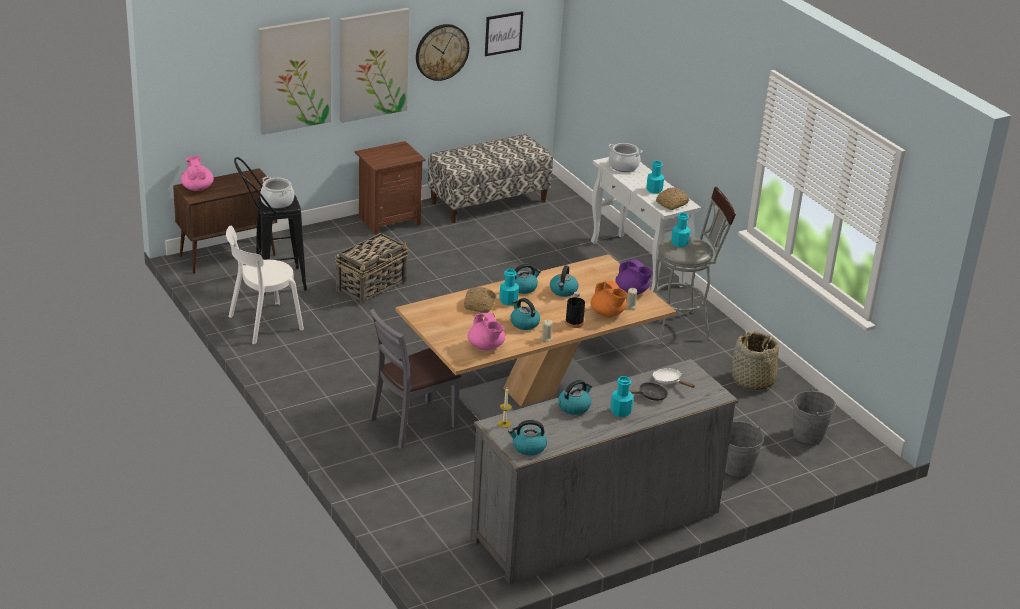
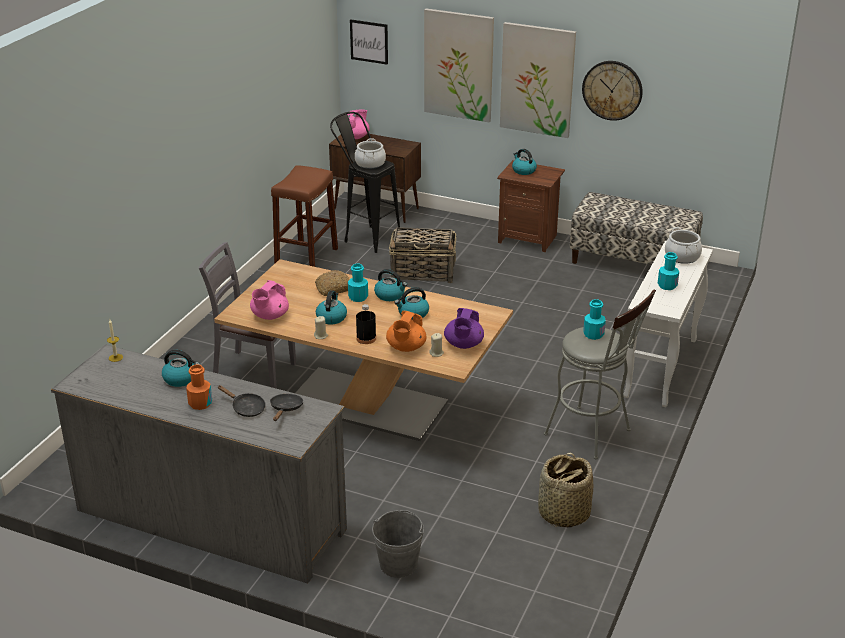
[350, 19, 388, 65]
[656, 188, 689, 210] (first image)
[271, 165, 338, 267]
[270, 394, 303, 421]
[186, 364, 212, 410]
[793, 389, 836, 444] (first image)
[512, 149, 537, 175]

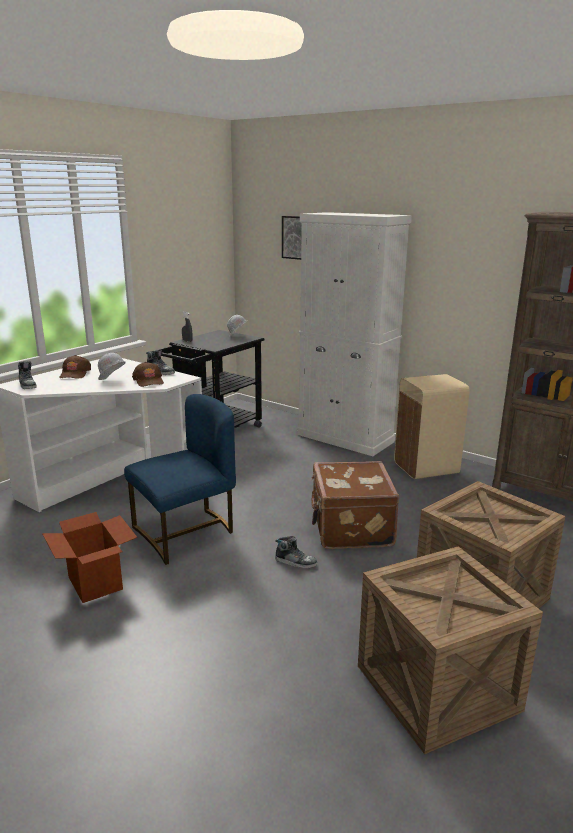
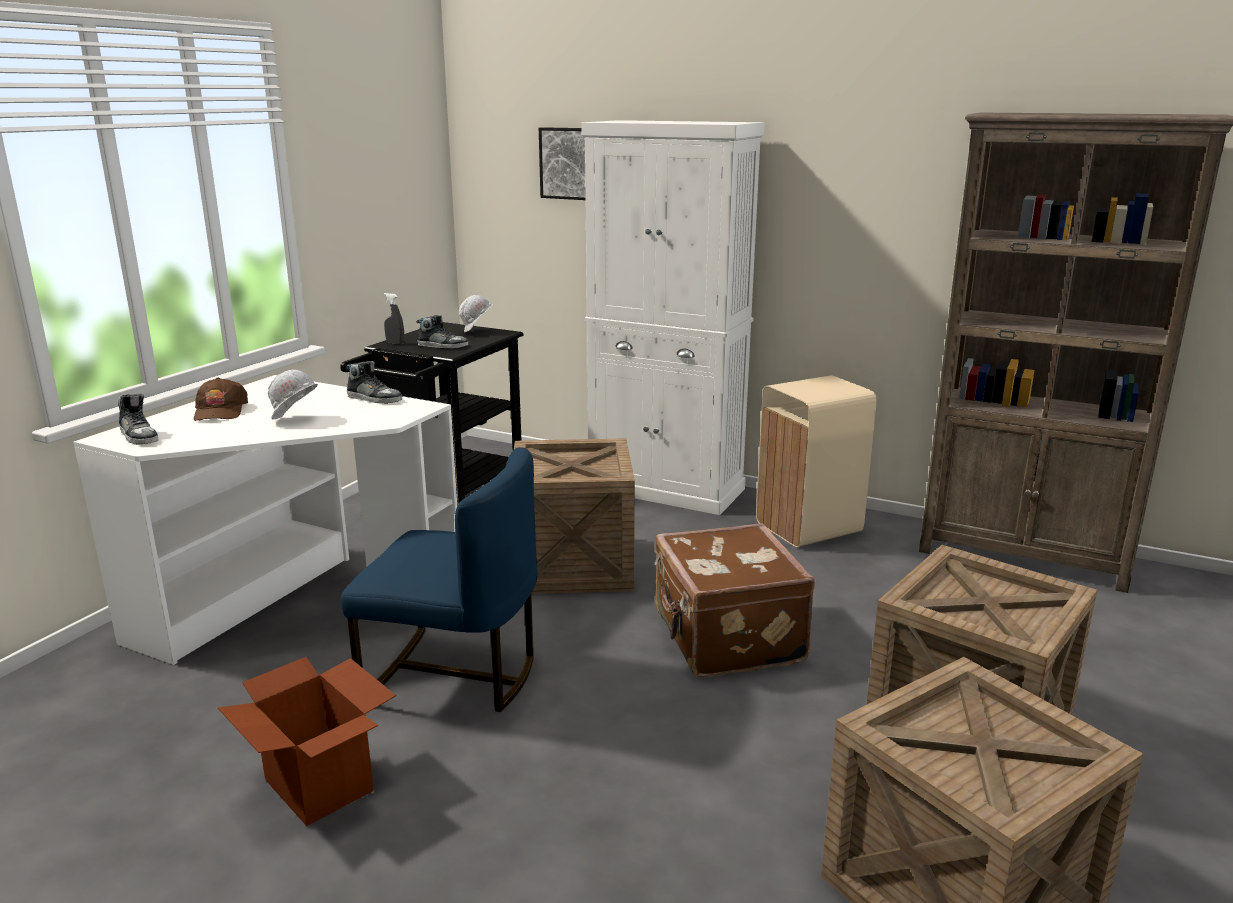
[132, 362, 164, 387] (first image)
[341, 447, 538, 712]
[417, 315, 469, 348]
[514, 438, 635, 594]

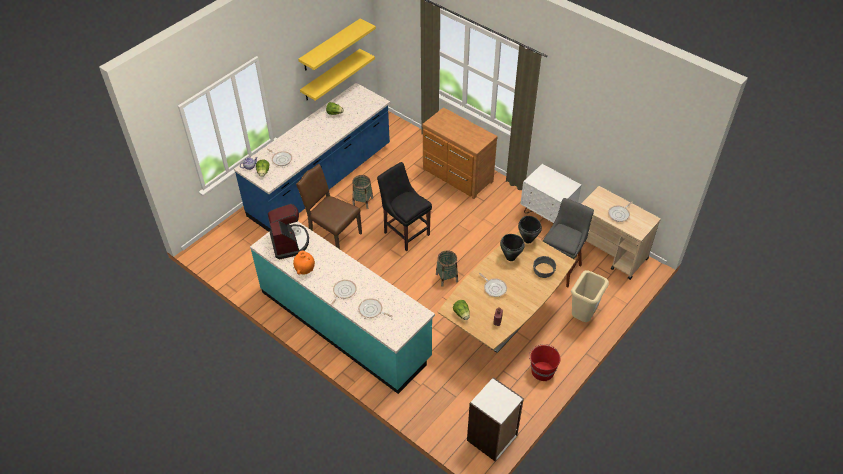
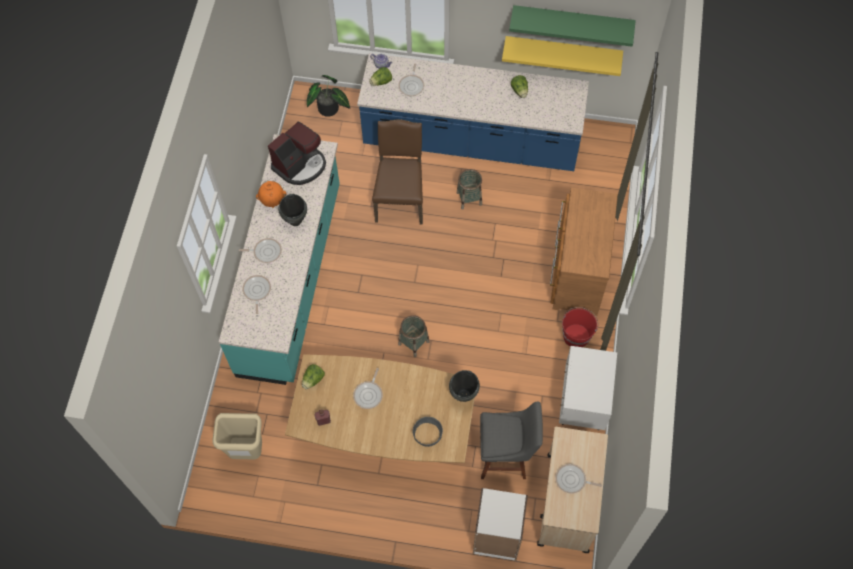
[509, 5, 636, 47]
[377, 162, 432, 251] (first image)
[278, 194, 307, 226]
[213, 413, 262, 459]
[562, 307, 598, 347]
[473, 488, 528, 561]
[307, 75, 350, 117]

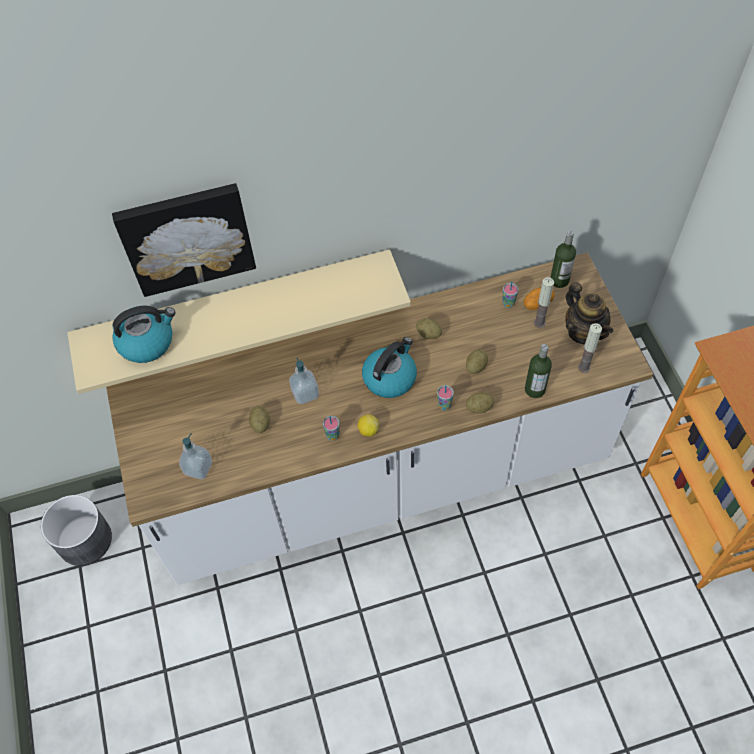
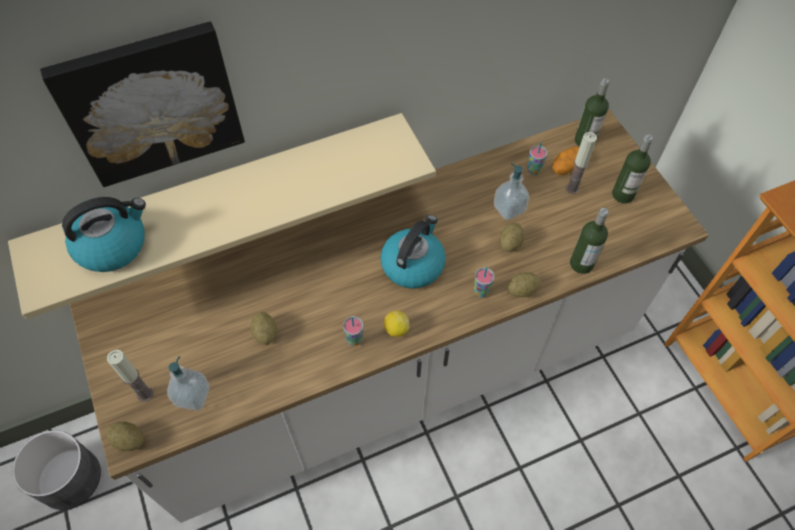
[612, 135, 653, 203]
[106, 422, 144, 451]
[107, 350, 153, 402]
[494, 163, 529, 220]

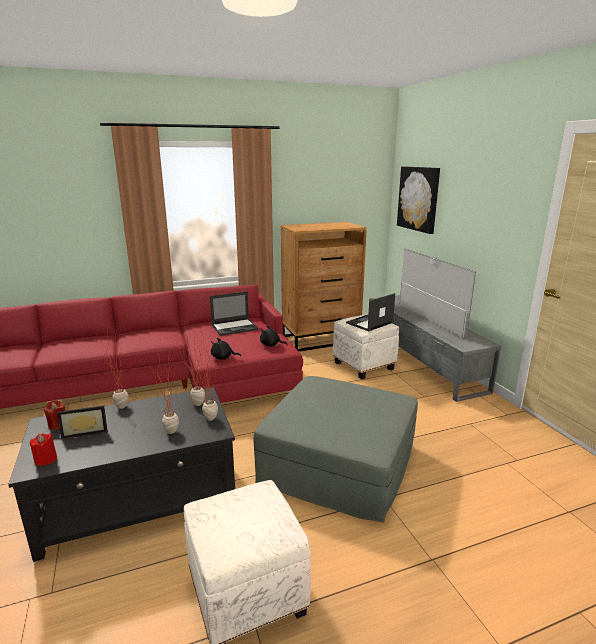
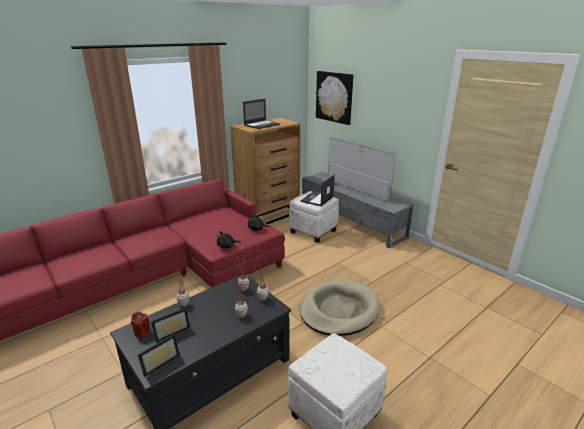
[243, 99, 280, 129]
[300, 279, 380, 336]
[138, 334, 180, 377]

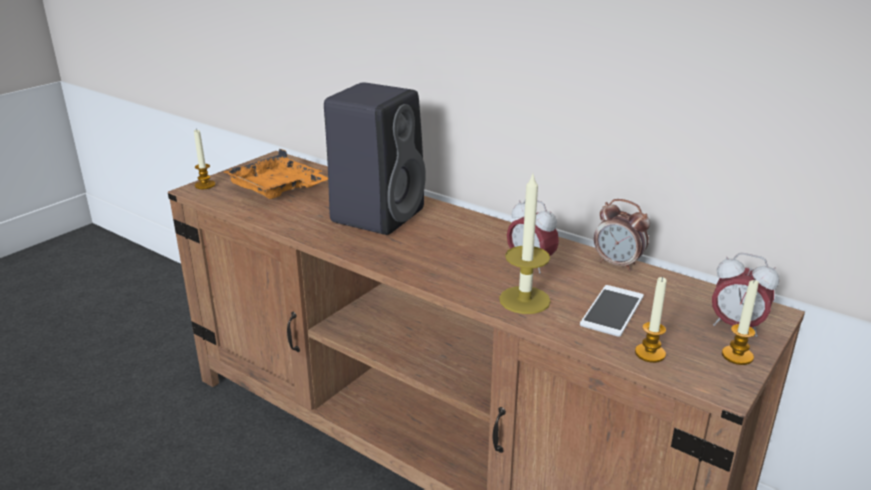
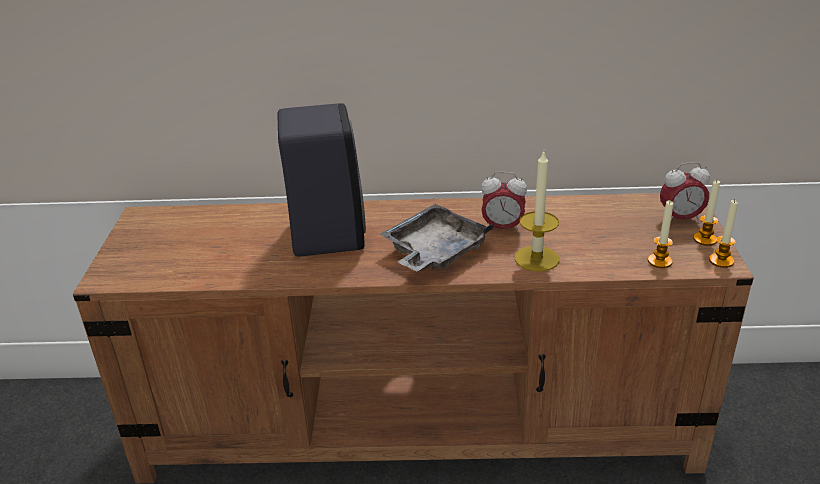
[709, 200, 738, 268]
[222, 148, 328, 199] (first image)
[594, 199, 650, 272] (first image)
[580, 285, 644, 337] (first image)
[380, 204, 494, 272]

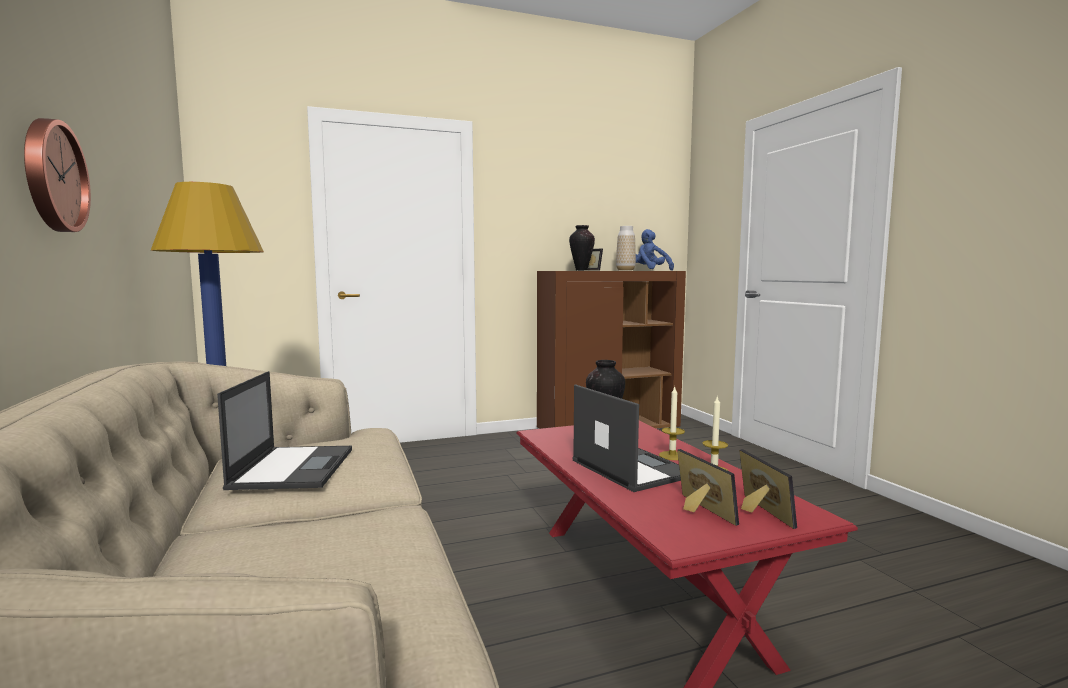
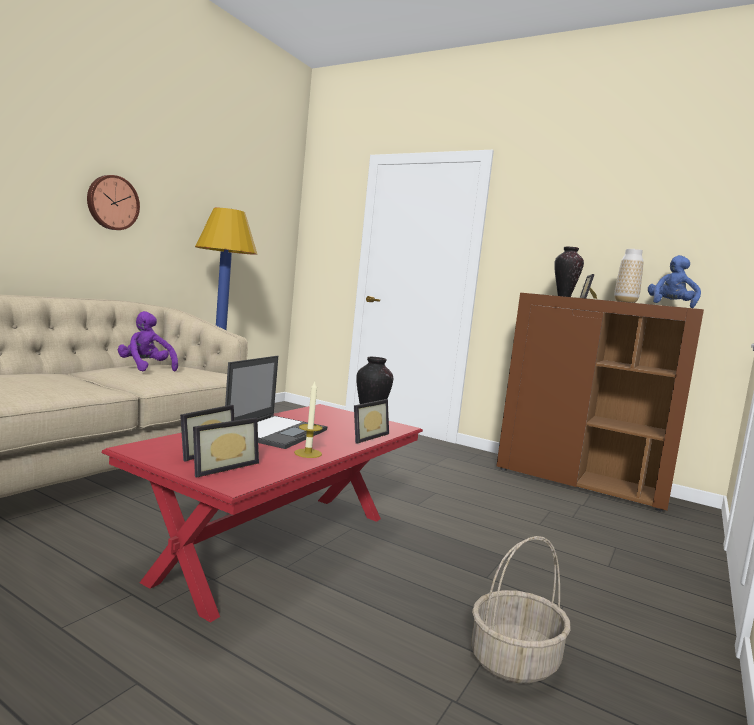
[118, 311, 178, 372]
[659, 387, 685, 460] (first image)
[354, 399, 389, 444]
[471, 536, 571, 683]

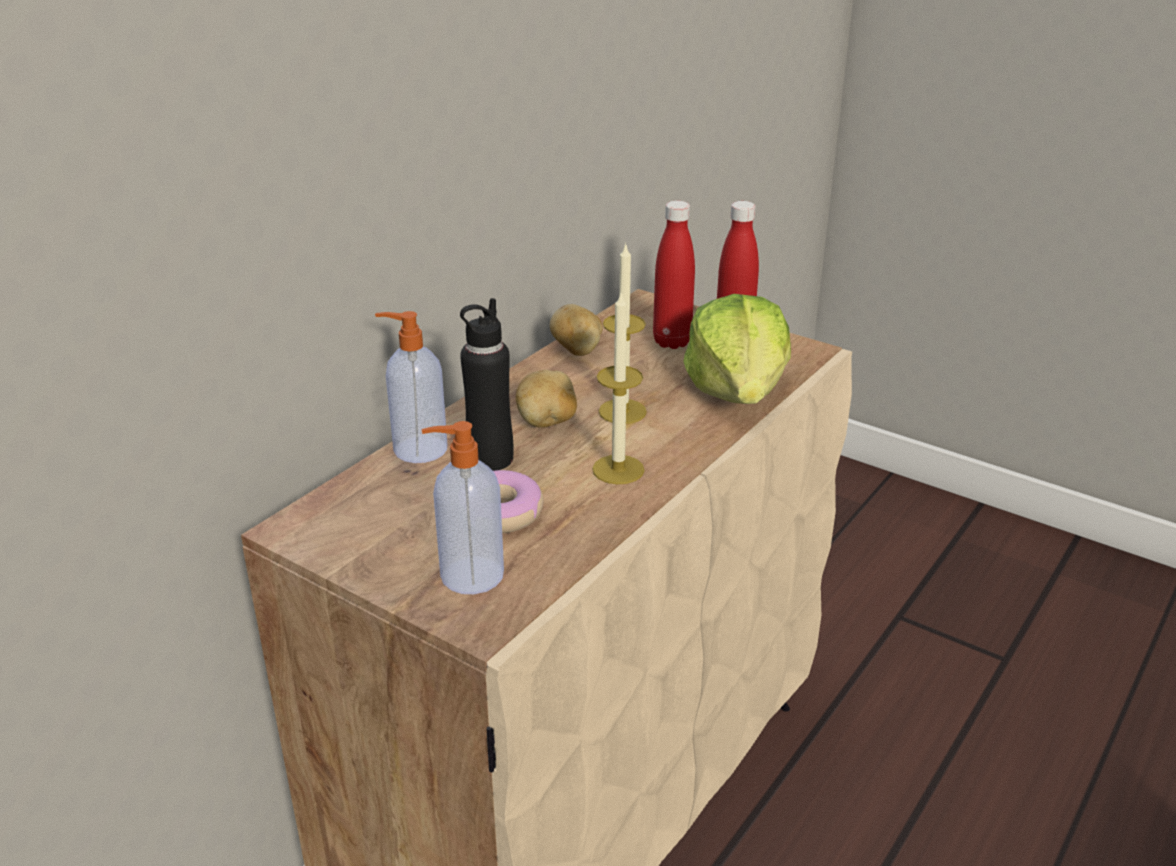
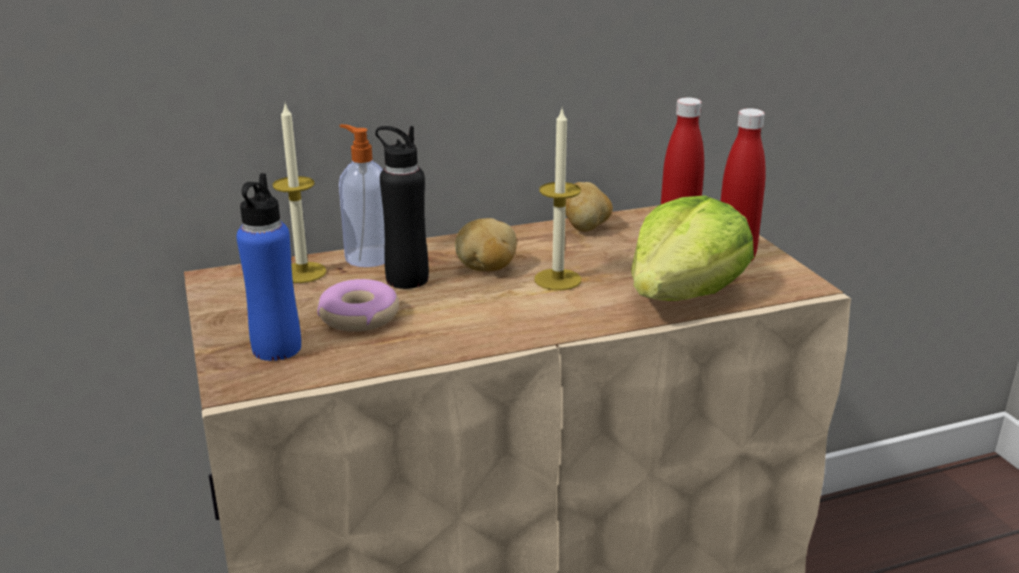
[273, 104, 326, 283]
[236, 173, 301, 361]

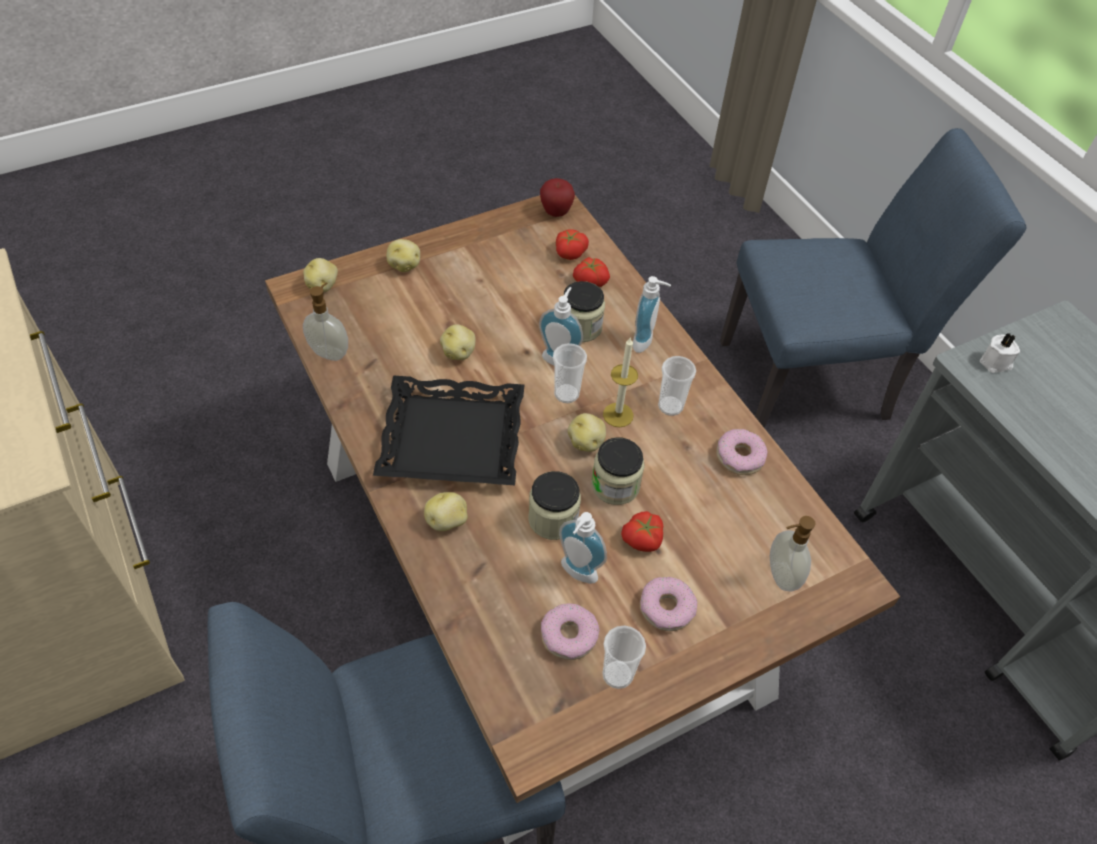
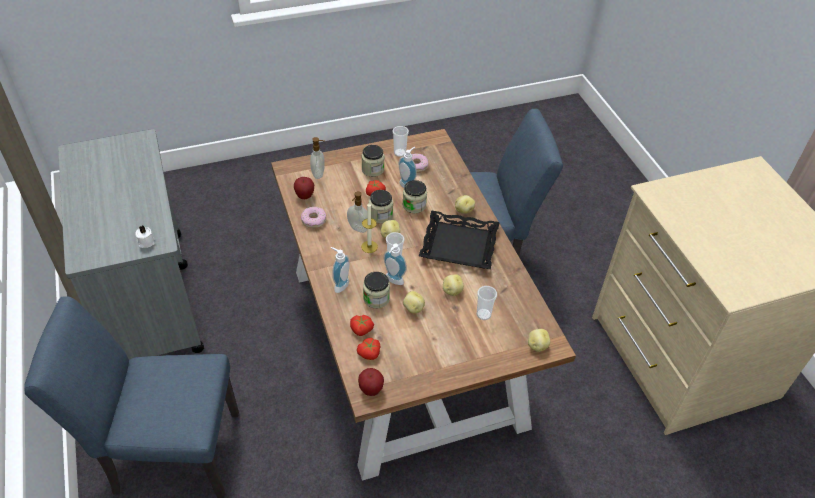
[403, 291, 425, 313]
[347, 191, 367, 233]
[477, 286, 497, 320]
[362, 145, 384, 177]
[294, 177, 314, 199]

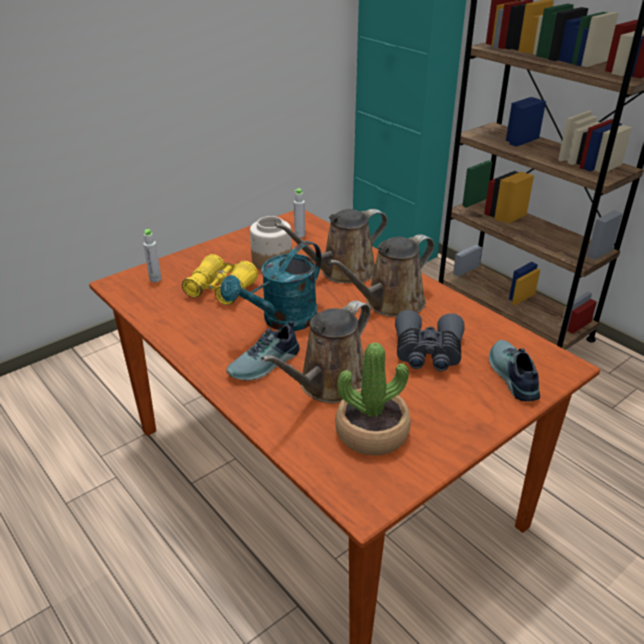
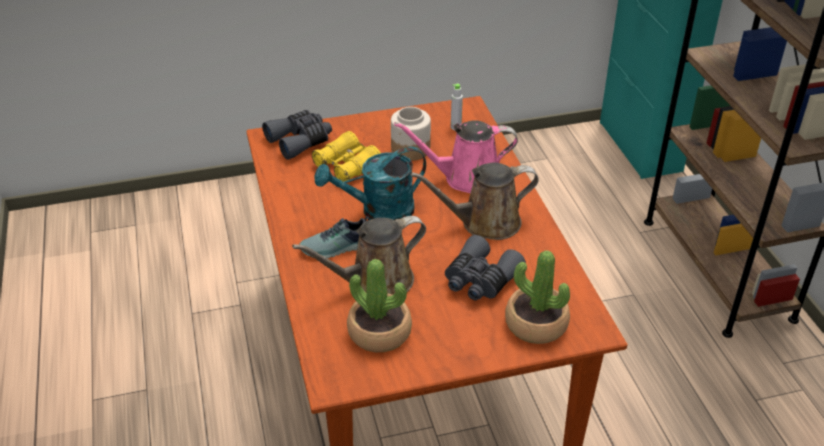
[394, 120, 518, 193]
[262, 110, 332, 160]
[505, 250, 570, 344]

